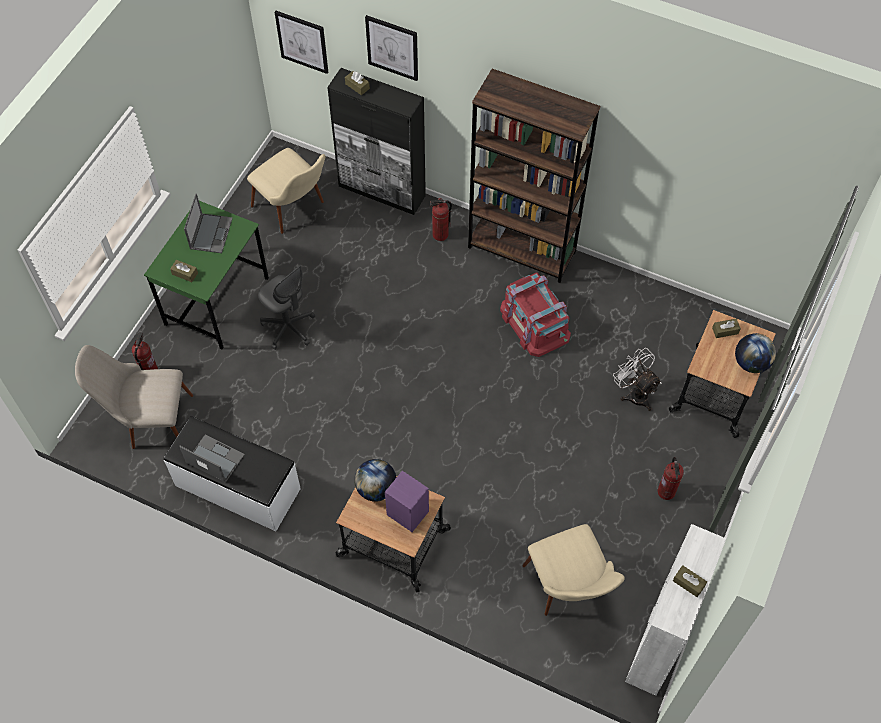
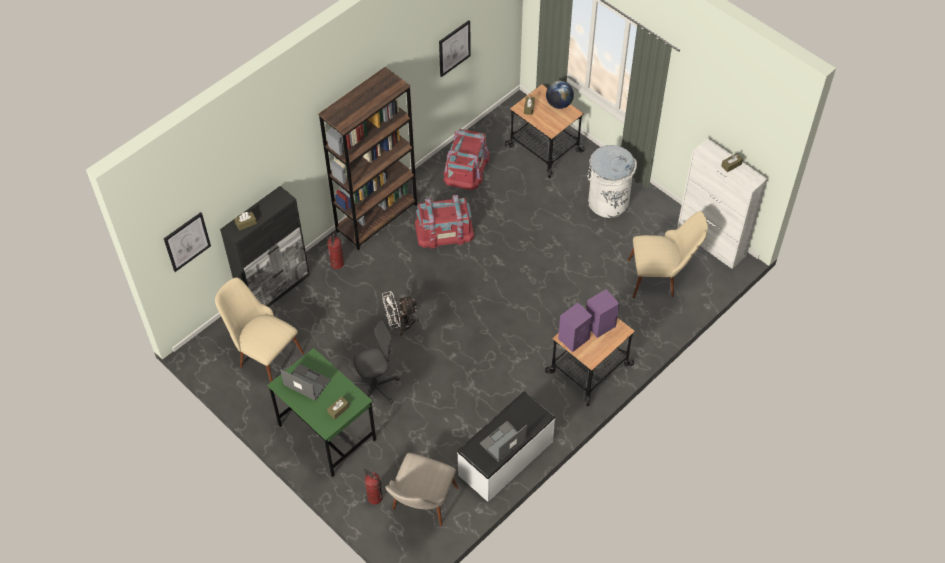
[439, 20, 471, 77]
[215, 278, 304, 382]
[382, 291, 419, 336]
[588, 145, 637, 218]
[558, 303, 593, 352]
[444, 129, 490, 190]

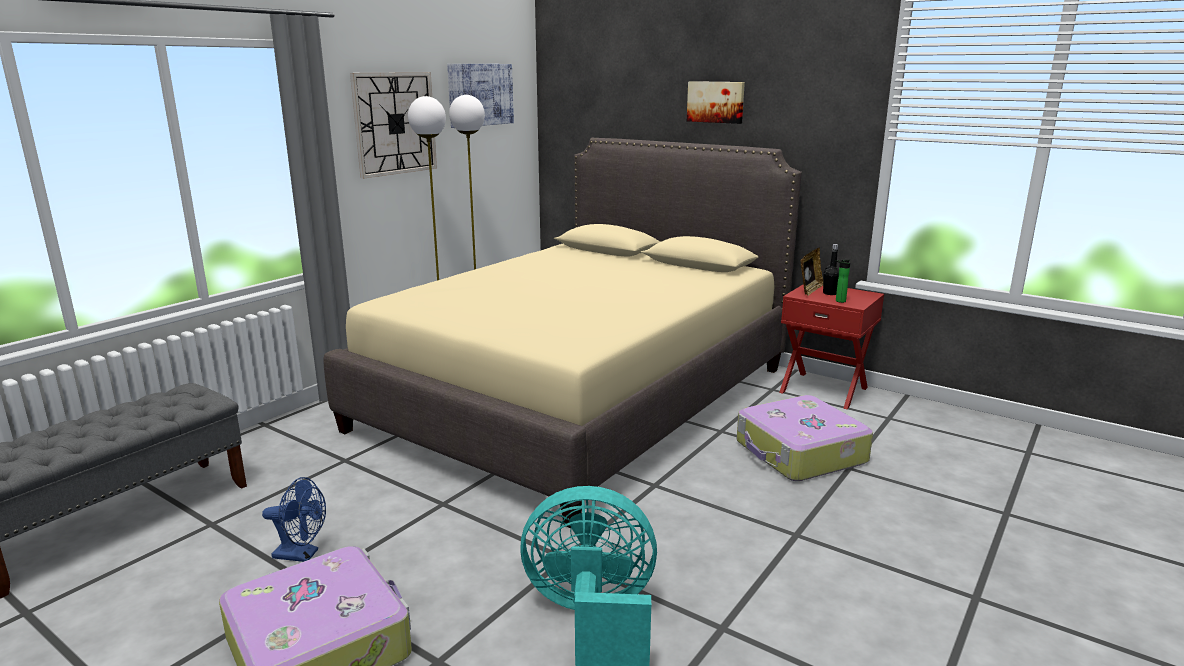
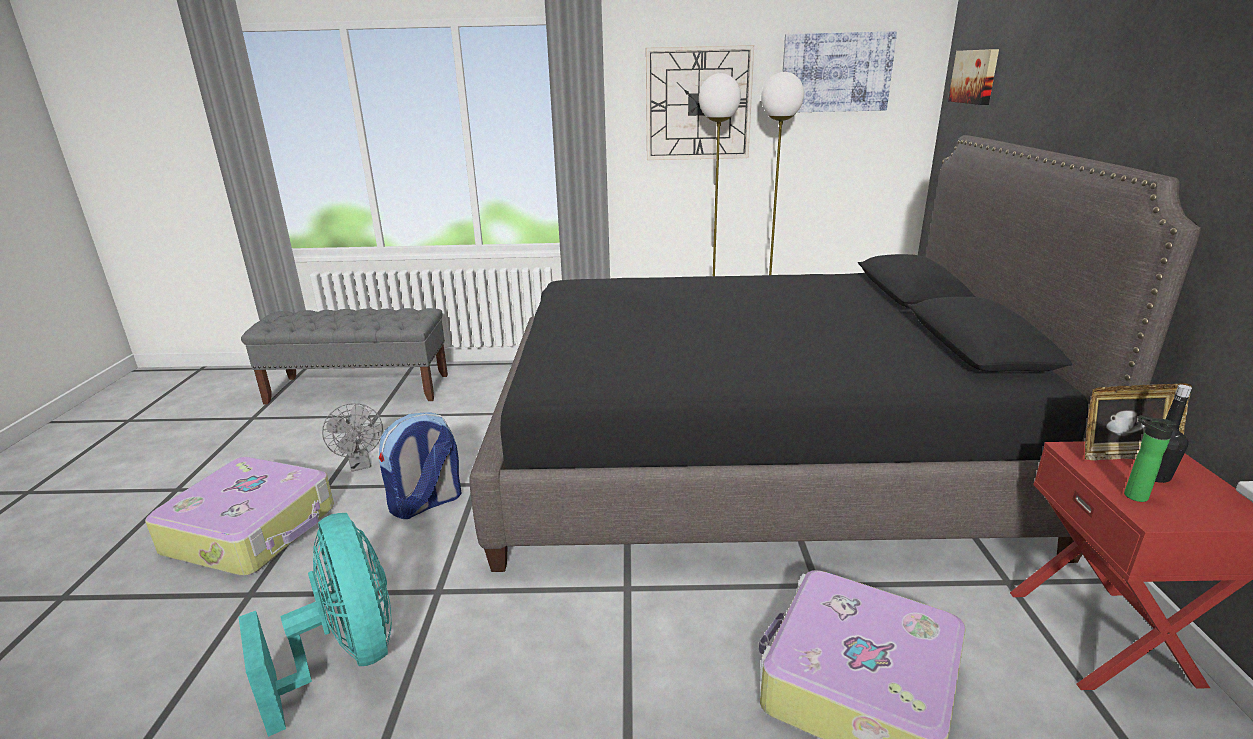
[948, 49, 999, 105]
[470, 135, 1201, 572]
[322, 403, 383, 472]
[379, 413, 461, 519]

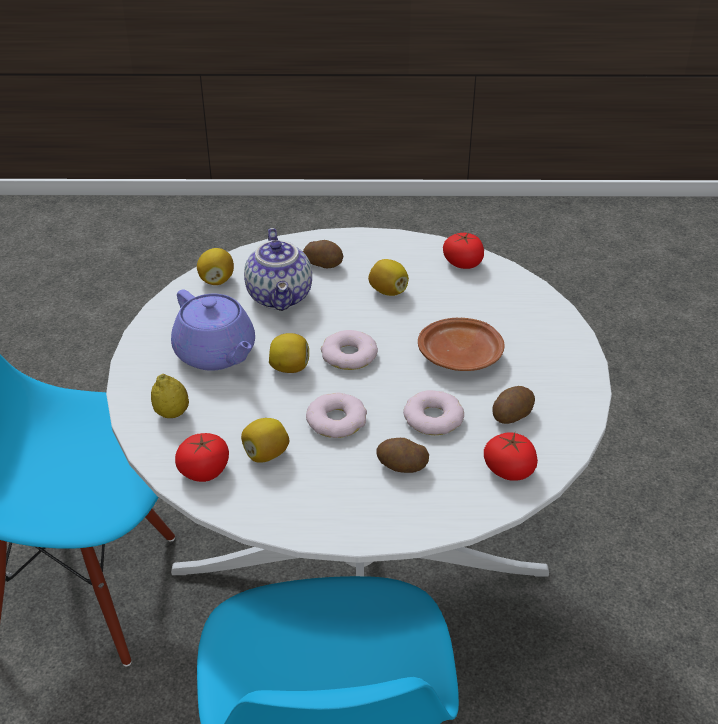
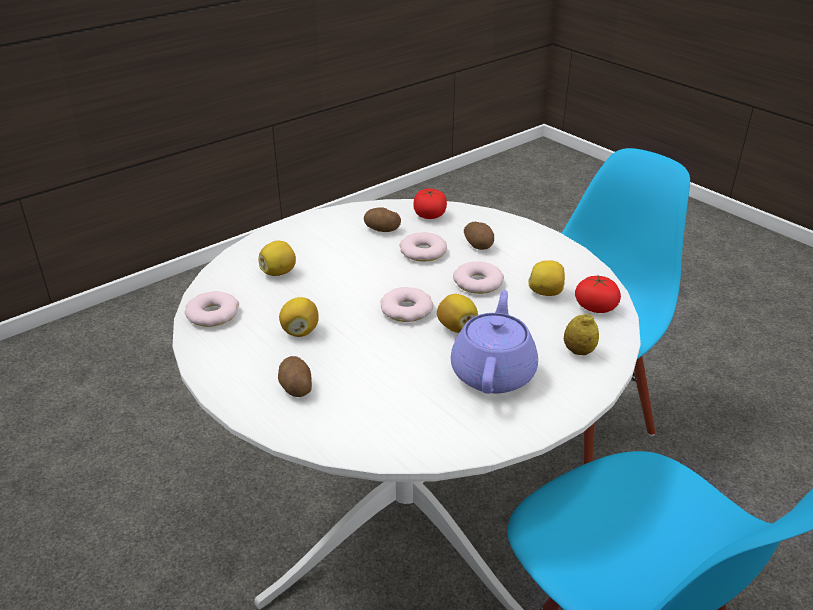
[244, 228, 312, 311] (first image)
[185, 291, 239, 327]
[259, 241, 296, 276]
[418, 318, 504, 371] (first image)

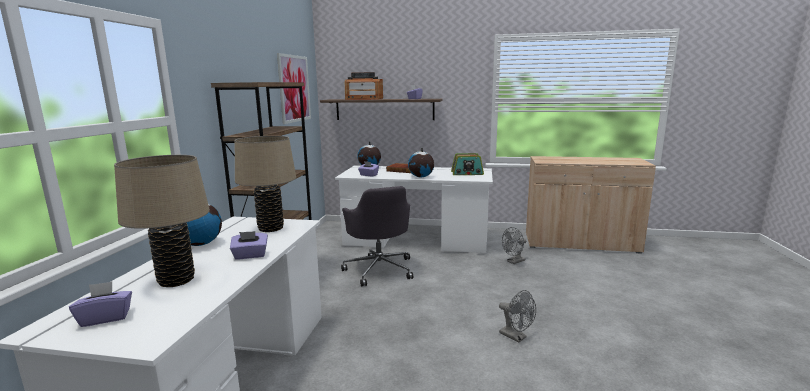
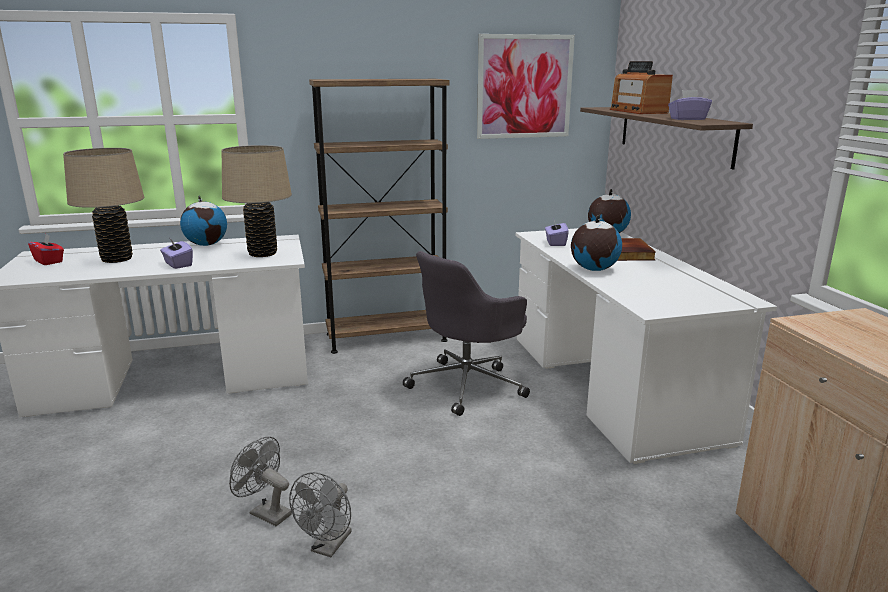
[451, 153, 484, 175] (first image)
[229, 436, 292, 526]
[28, 234, 64, 265]

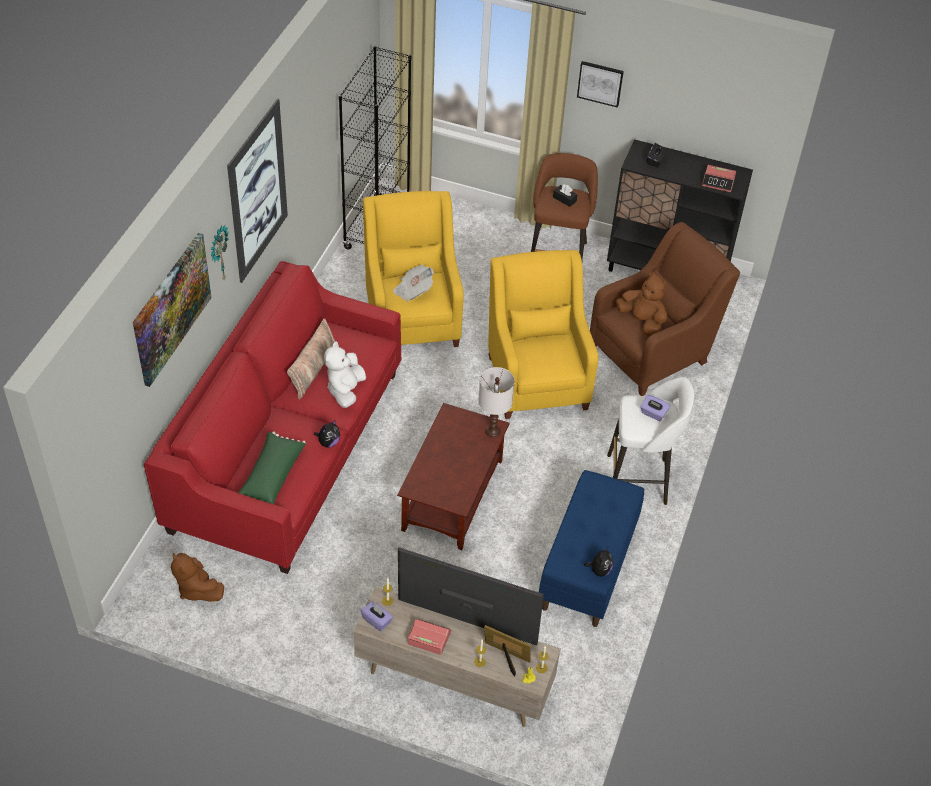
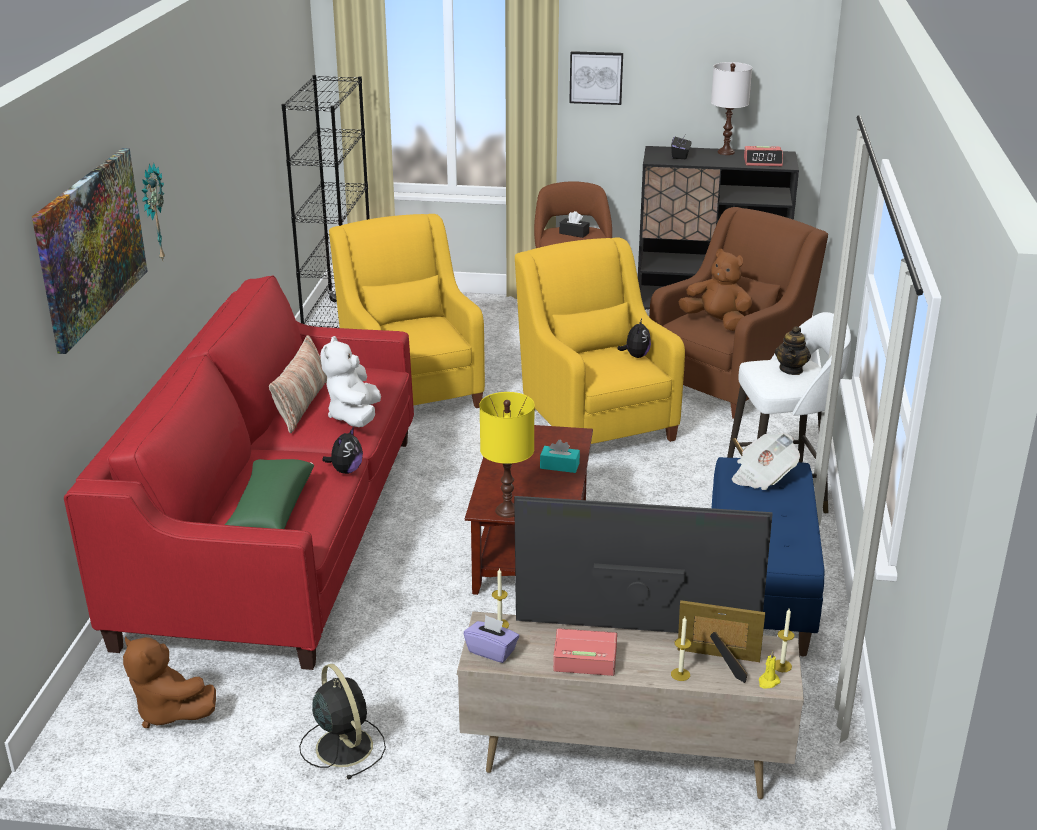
[227, 98, 288, 283] (first image)
[732, 433, 800, 490]
[711, 62, 752, 155]
[775, 326, 811, 375]
[618, 319, 651, 358]
[480, 392, 535, 518]
[540, 440, 580, 473]
[299, 664, 386, 780]

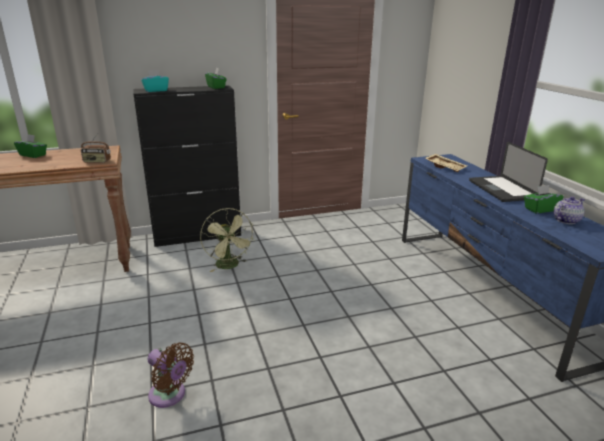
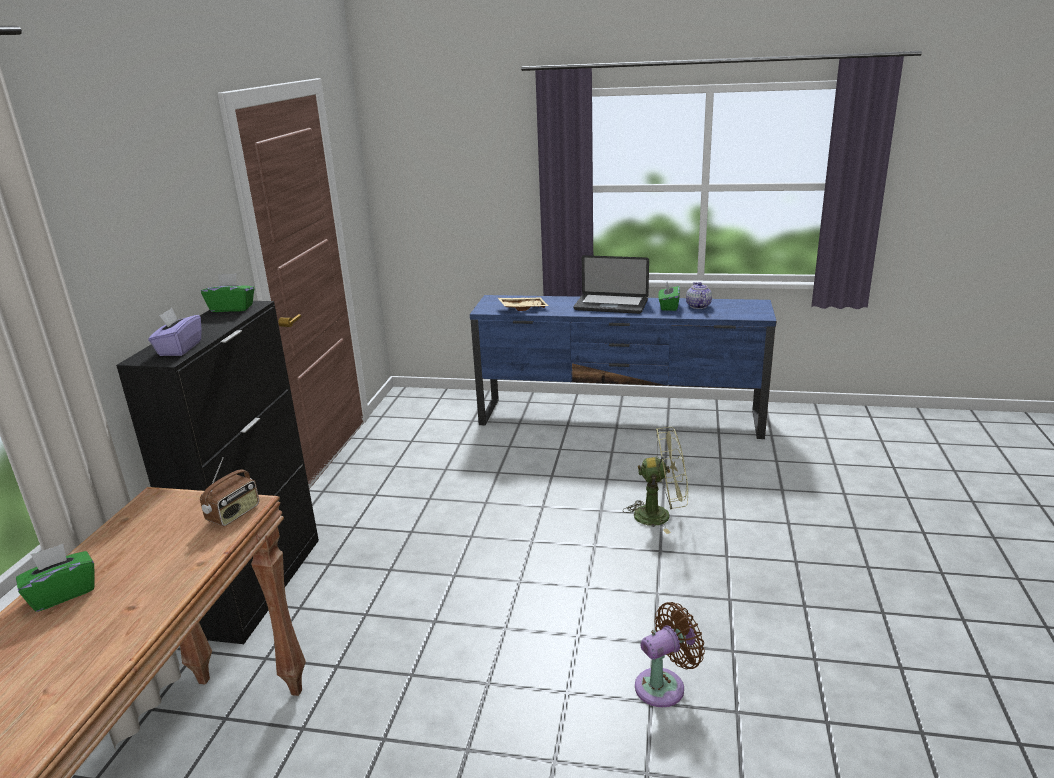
[148, 308, 202, 356]
[623, 427, 688, 534]

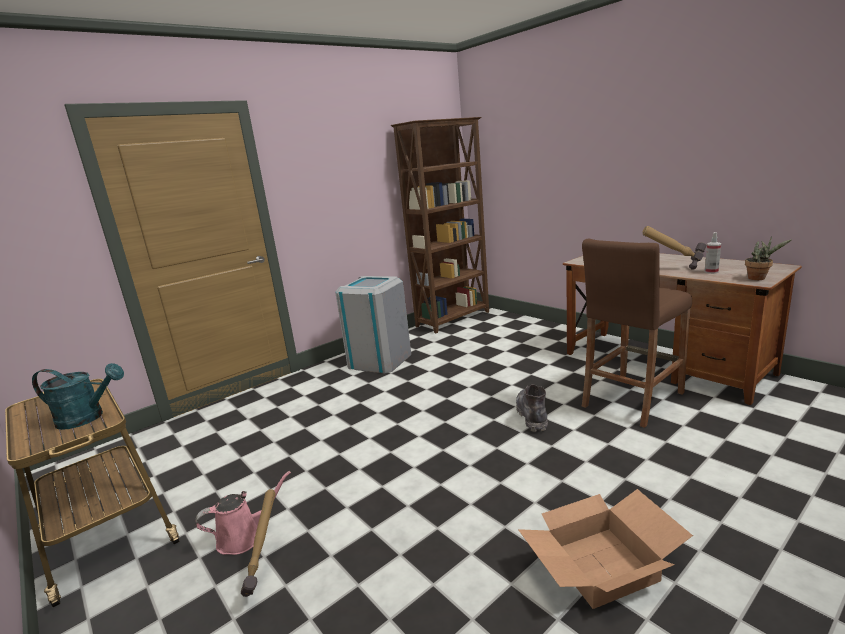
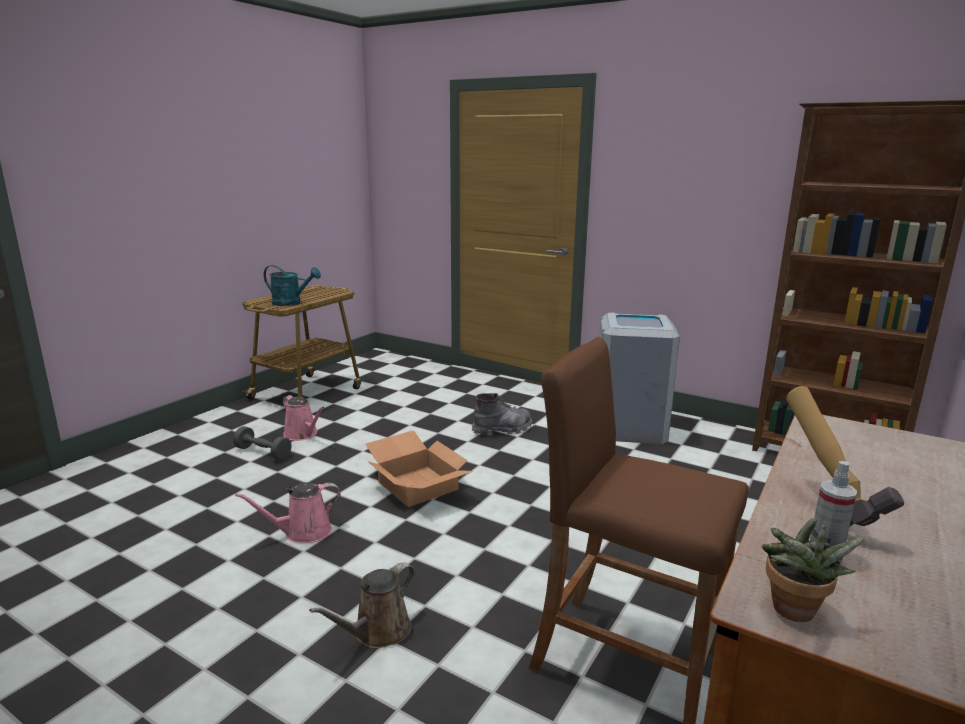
[264, 265, 321, 306]
[472, 393, 532, 436]
[233, 426, 292, 460]
[366, 430, 473, 507]
[235, 482, 340, 543]
[309, 562, 415, 649]

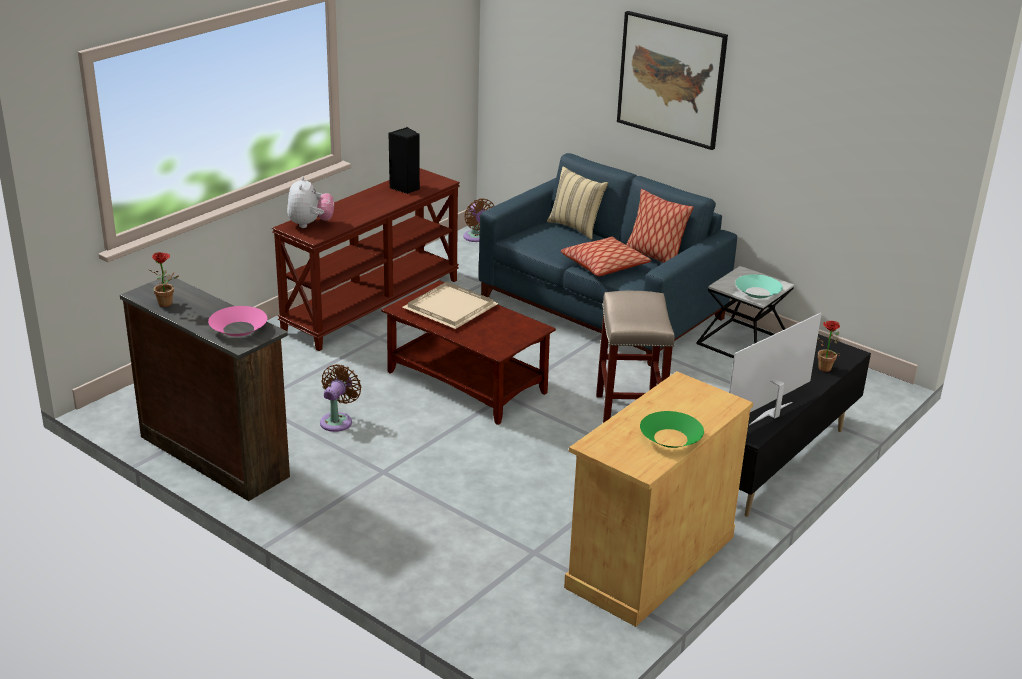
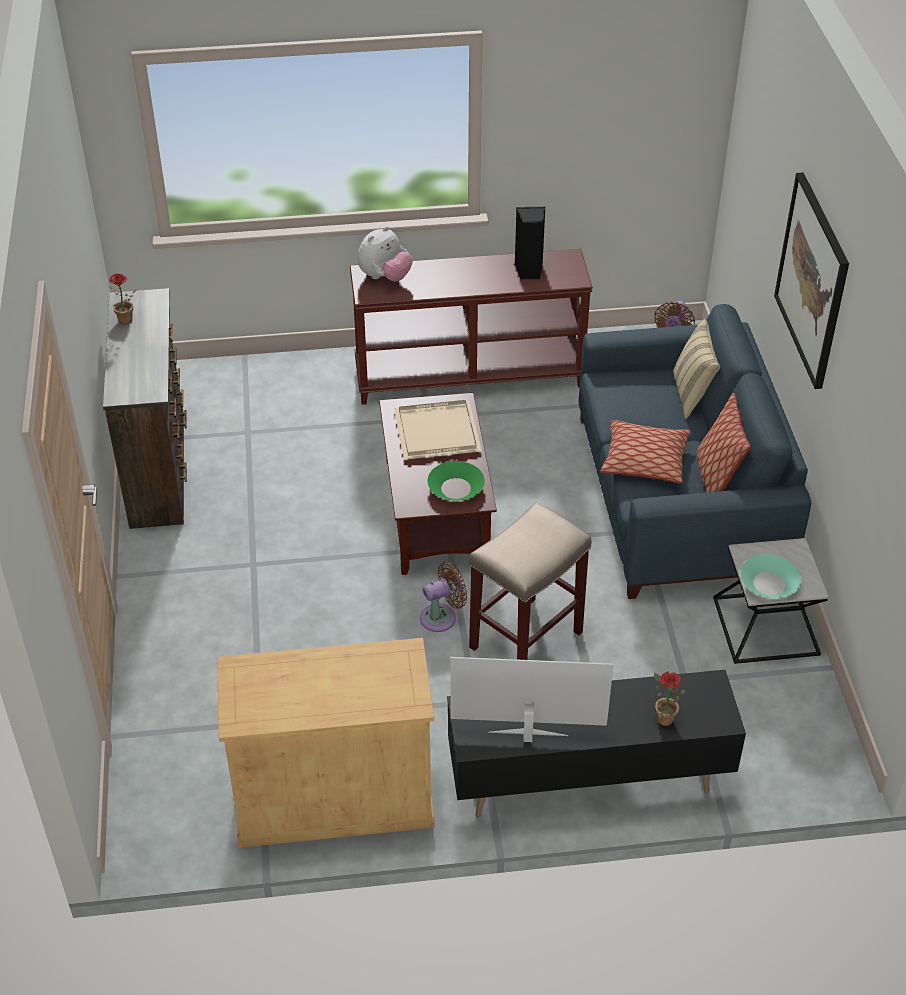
[208, 306, 267, 337] (first image)
[420, 562, 467, 632]
[428, 461, 485, 501]

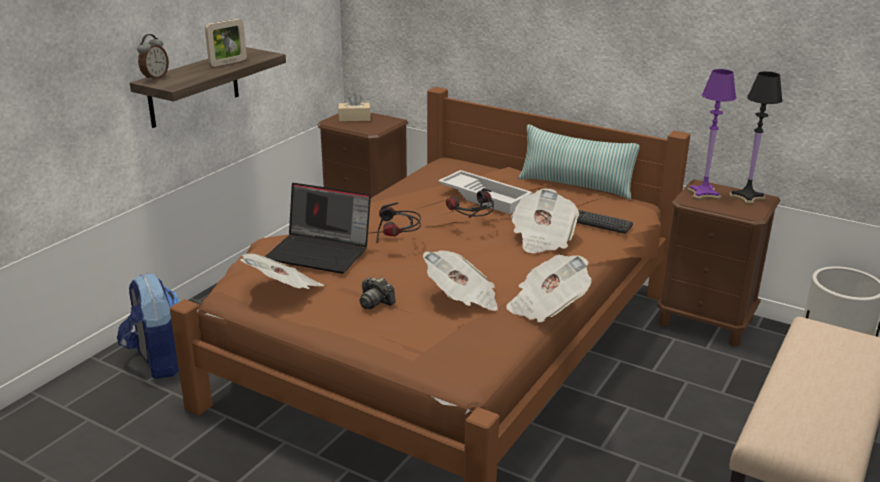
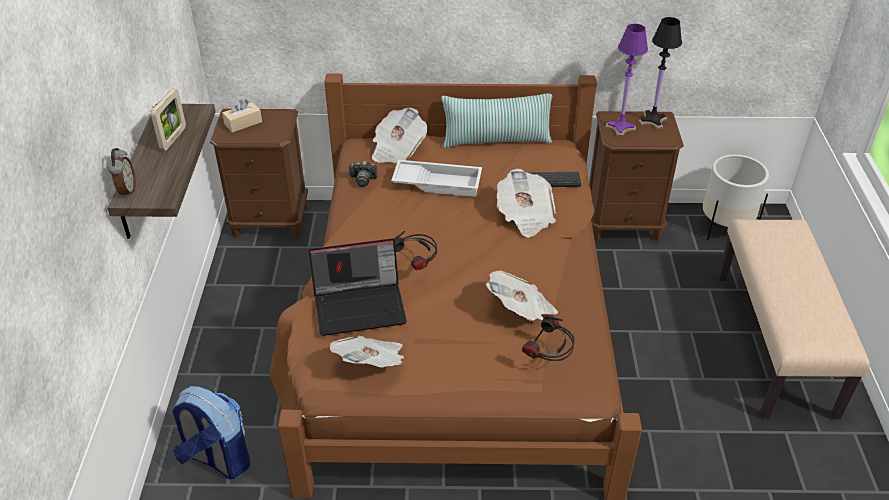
[522, 315, 574, 361]
[372, 108, 427, 163]
[348, 161, 378, 187]

